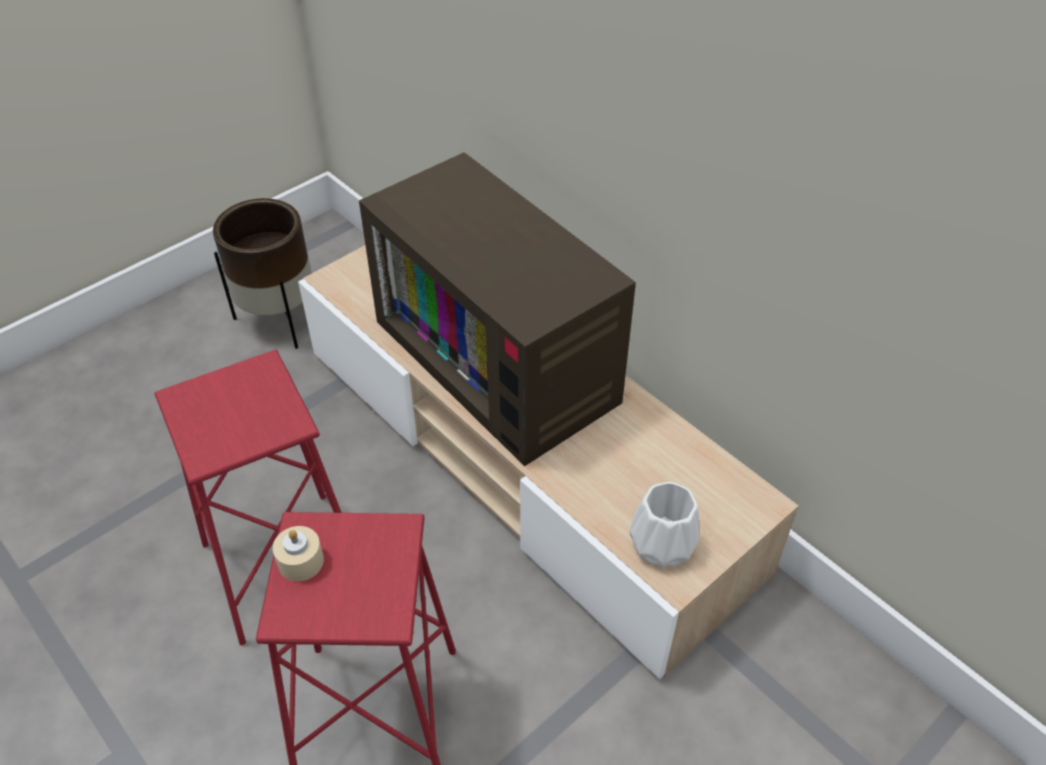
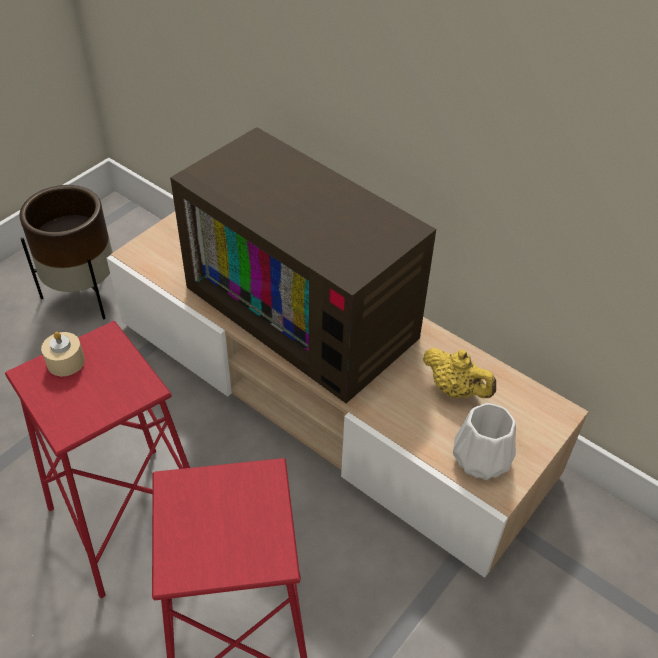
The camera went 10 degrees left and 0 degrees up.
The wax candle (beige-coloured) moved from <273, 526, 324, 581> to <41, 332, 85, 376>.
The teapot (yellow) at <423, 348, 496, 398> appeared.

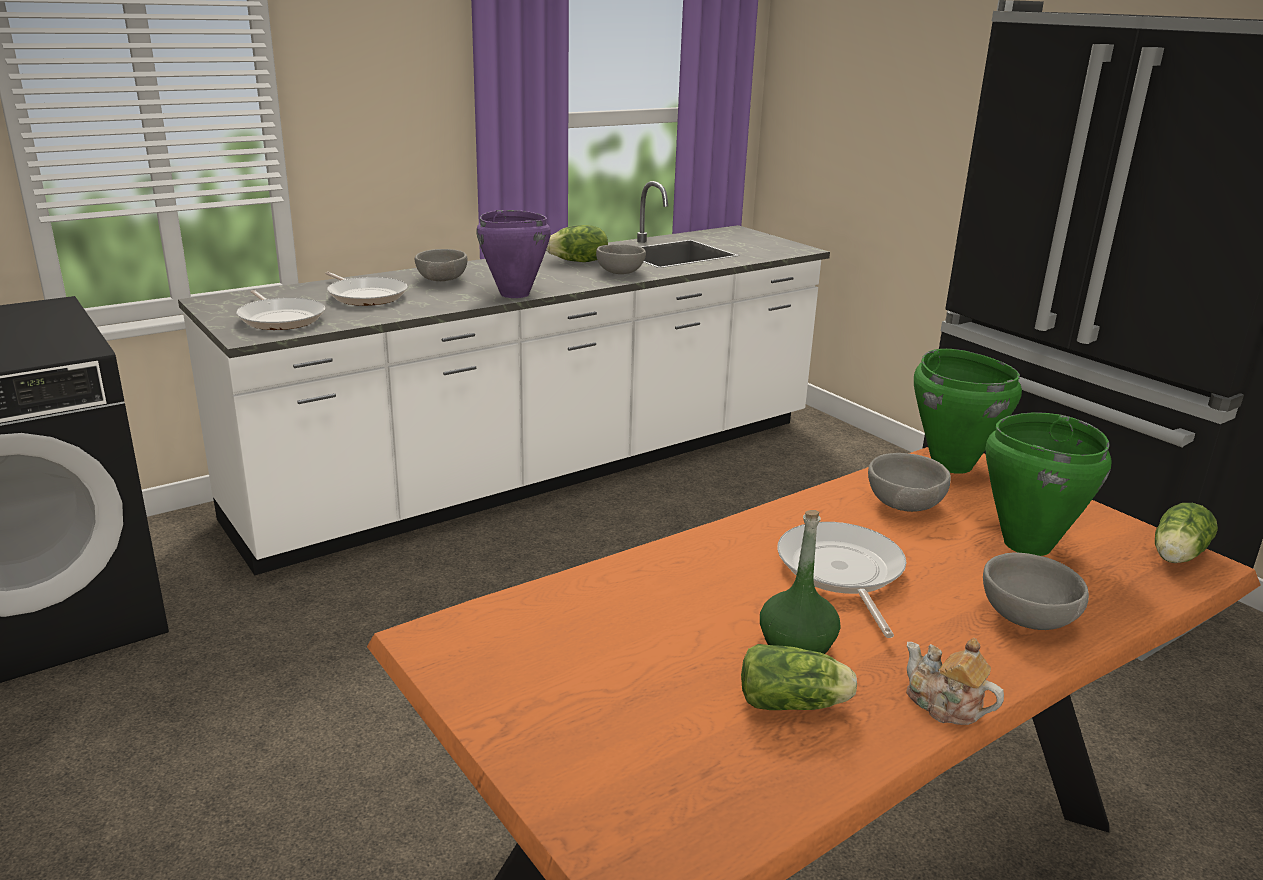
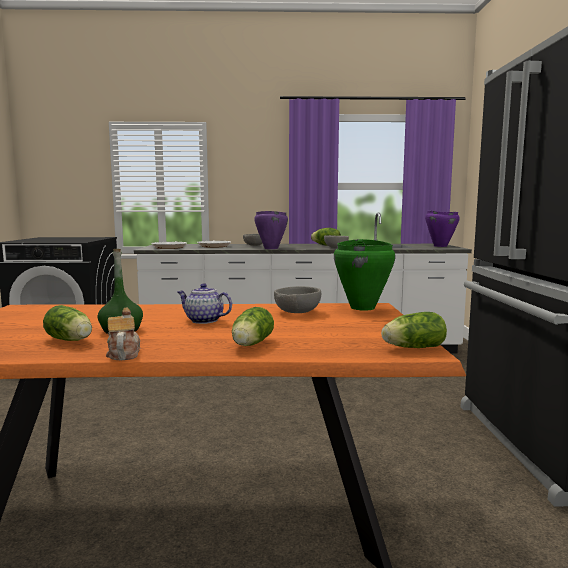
The camera went 35 degrees right and 15 degrees down.
The pan at <777, 522, 906, 638> was replaced by the teapot at <177, 283, 232, 324>.
The serving bowl (grey) at <983, 553, 1089, 630> was replaced by the lettuce head at <232, 307, 274, 346>.
The saucepot (purplish) at <425, 211, 460, 247> appeared.
The saucepot (green) at <985, 412, 1112, 556> disappeared.

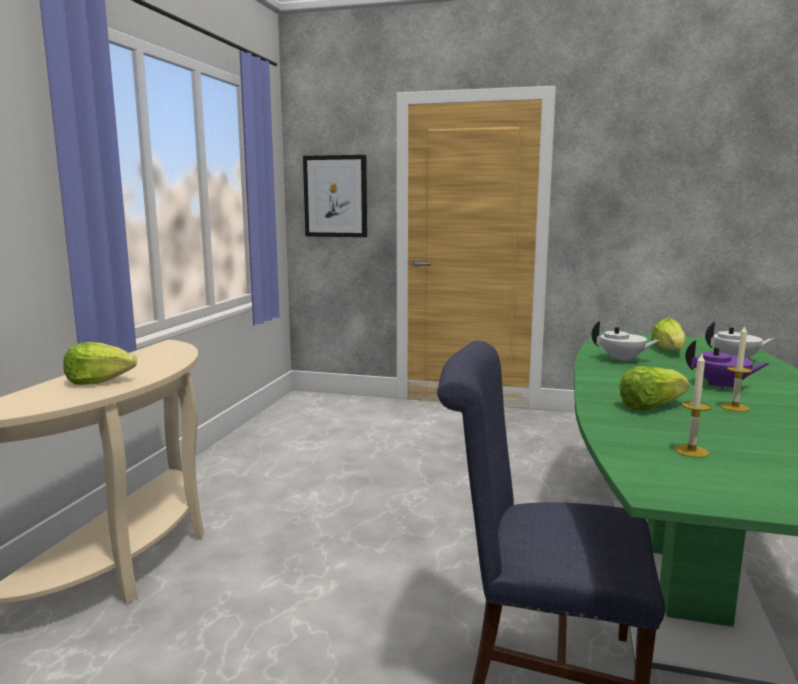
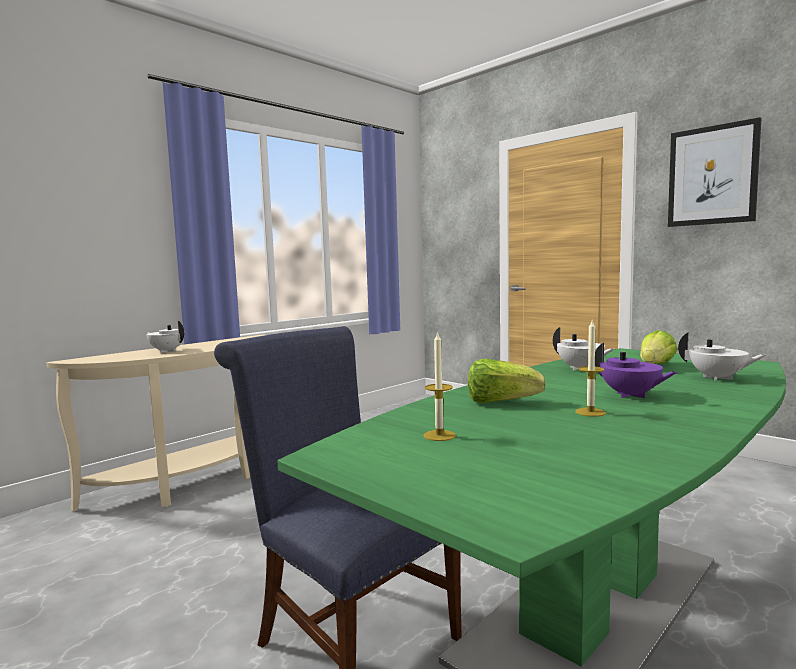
The camera went 30 degrees right and 5 degrees down.
The lettuce head at <63, 342, 137, 385> was replaced by the teapot (white) at <146, 321, 185, 353>.
The wall art moved from <303, 155, 367, 237> to <668, 117, 761, 227>.

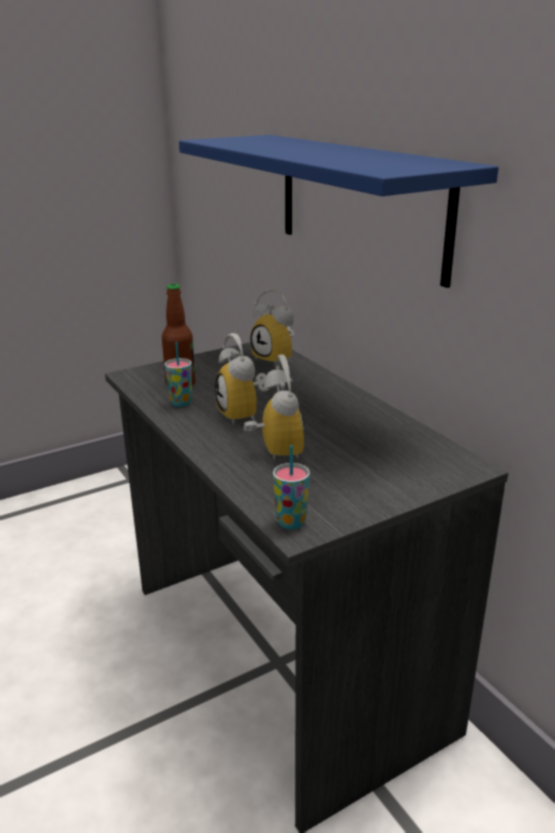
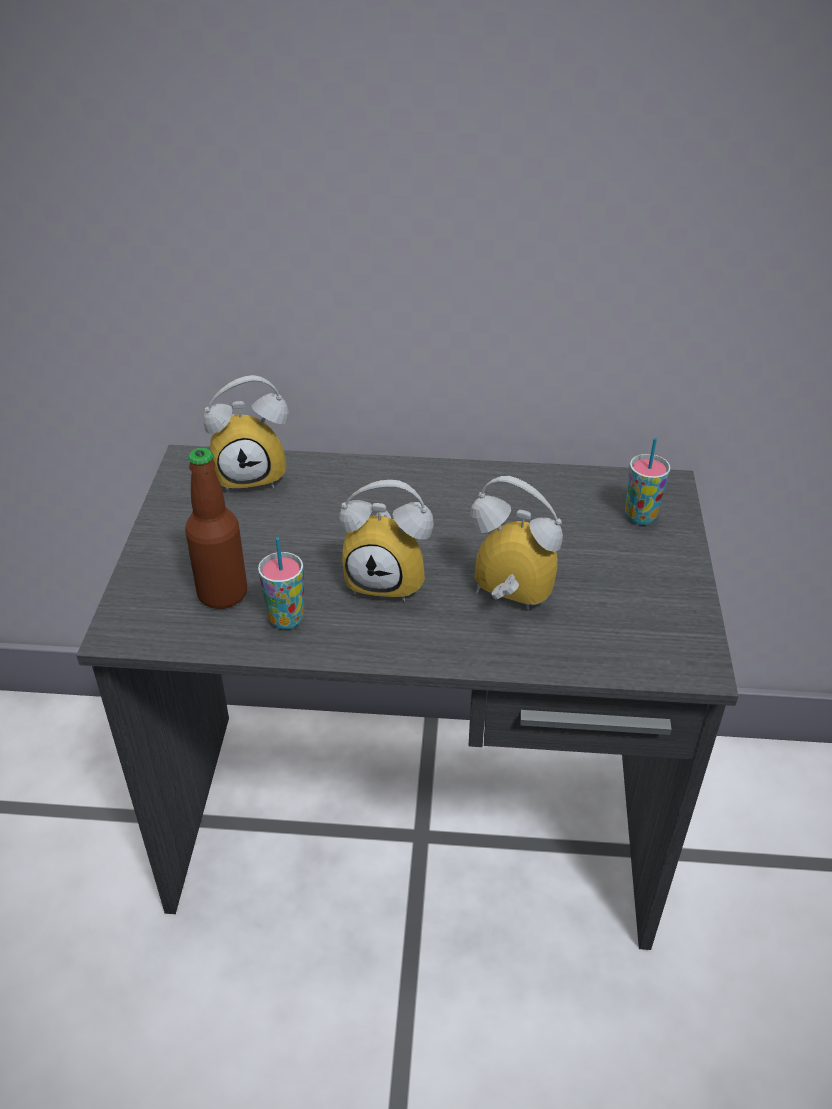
The camera went 55 degrees left and 15 degrees up.
The drinking cup moved from <273, 445, 310, 529> to <625, 438, 671, 525>.
The bracket shelf (bluish) at <179, 135, 499, 288> disappeared.

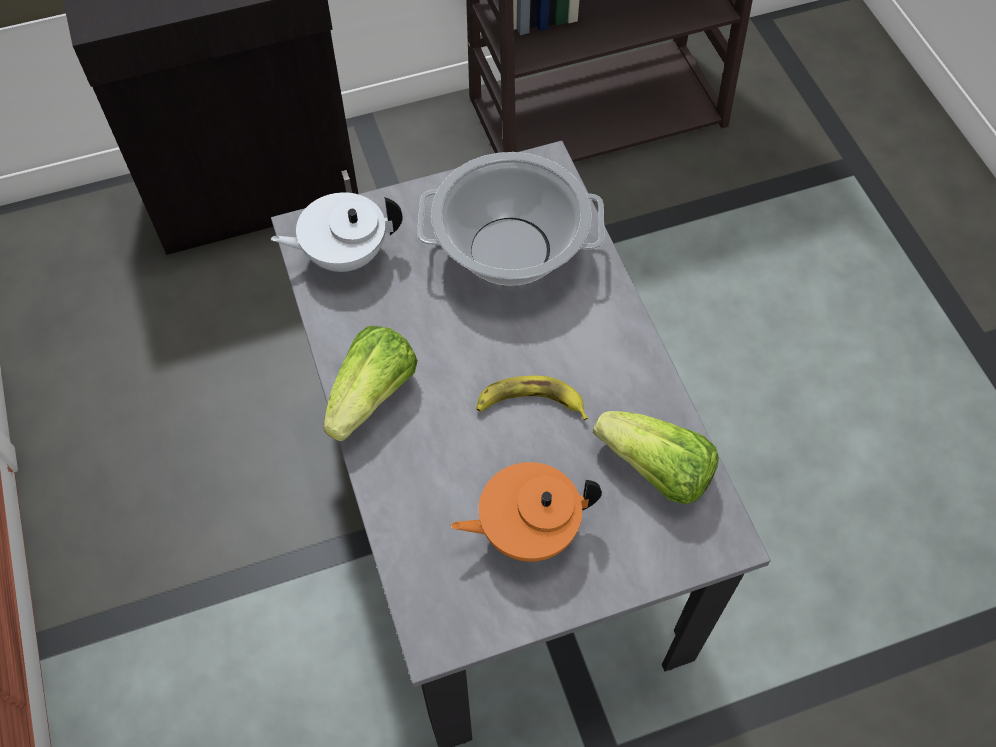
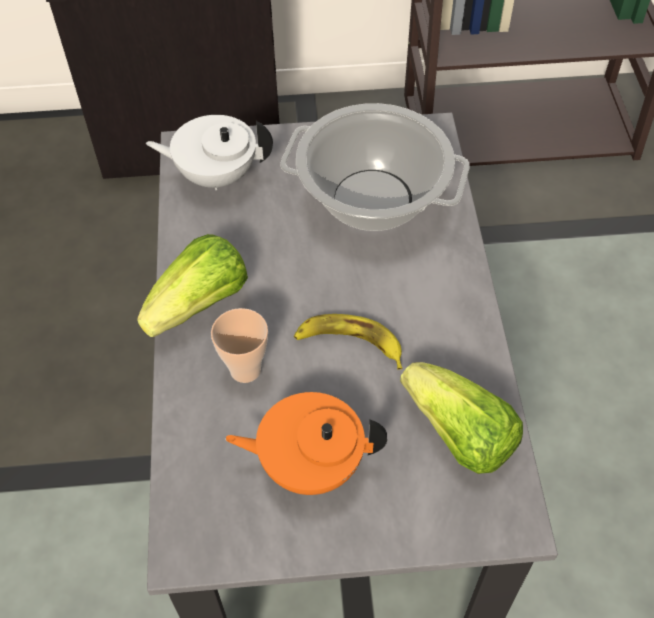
The camera went 15 degrees right and 5 degrees down.
The drinking cup at <211, 308, 268, 383> appeared.

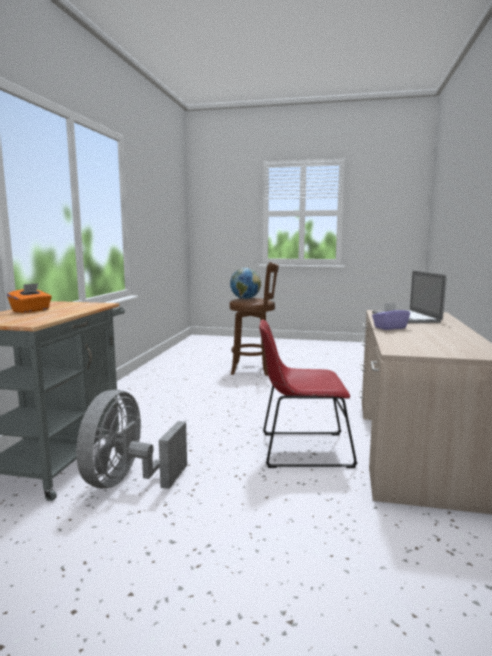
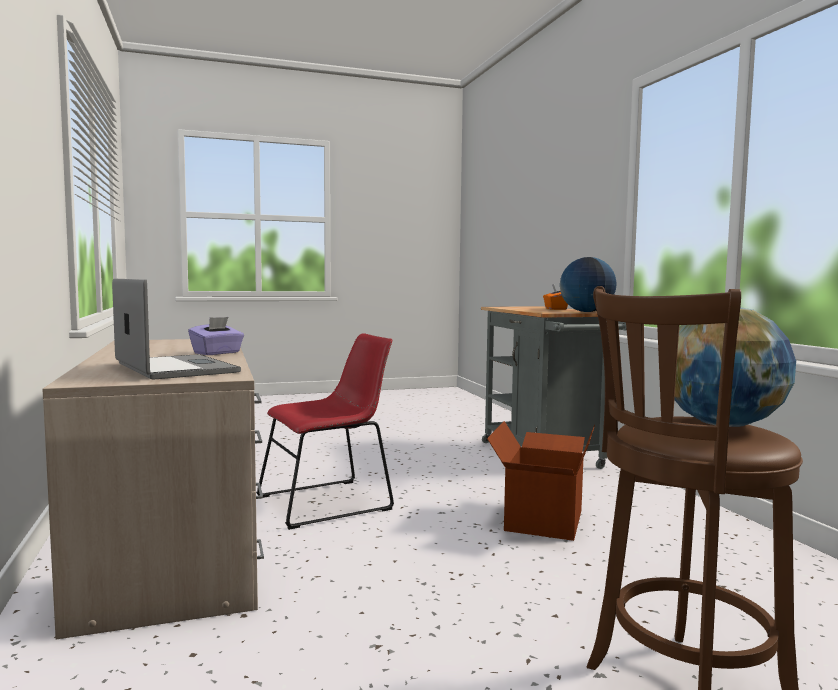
The camera went 150 degrees right and 5 degrees down.
The carton at <487, 421, 595, 541> appeared.
The world globe at <560, 257, 616, 312> appeared.
The electric fan (grey) at <76, 389, 187, 489> disappeared.

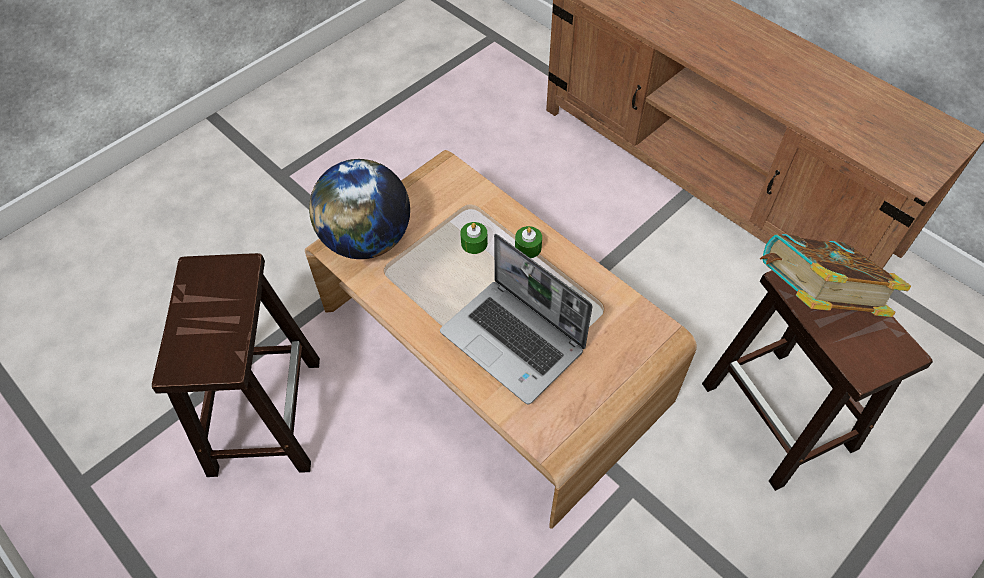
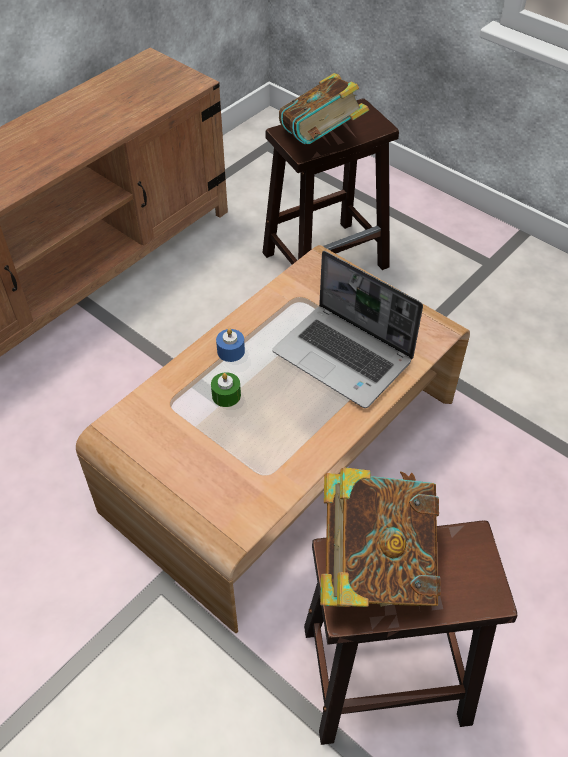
The camera went 95 degrees left and 5 degrees down.
The wax candle (green) at <515, 226, 542, 258> became the wax candle (bluish) at <216, 328, 245, 362>.
The notebook computer at <440, 234, 593, 404> turned 90 degrees clockwise.
The bound book at <320, 467, 441, 607> appeared.
The world globe at <309, 159, 410, 259> disappeared.

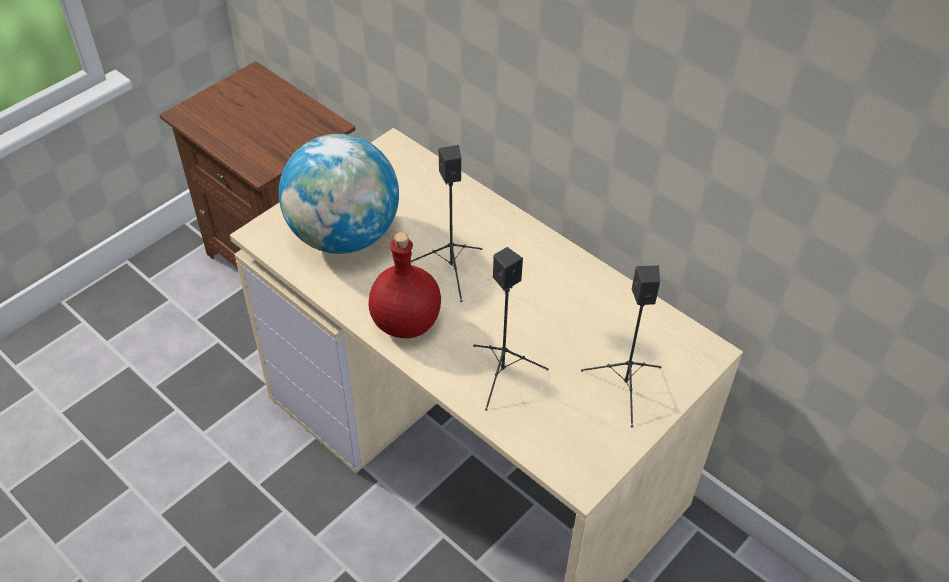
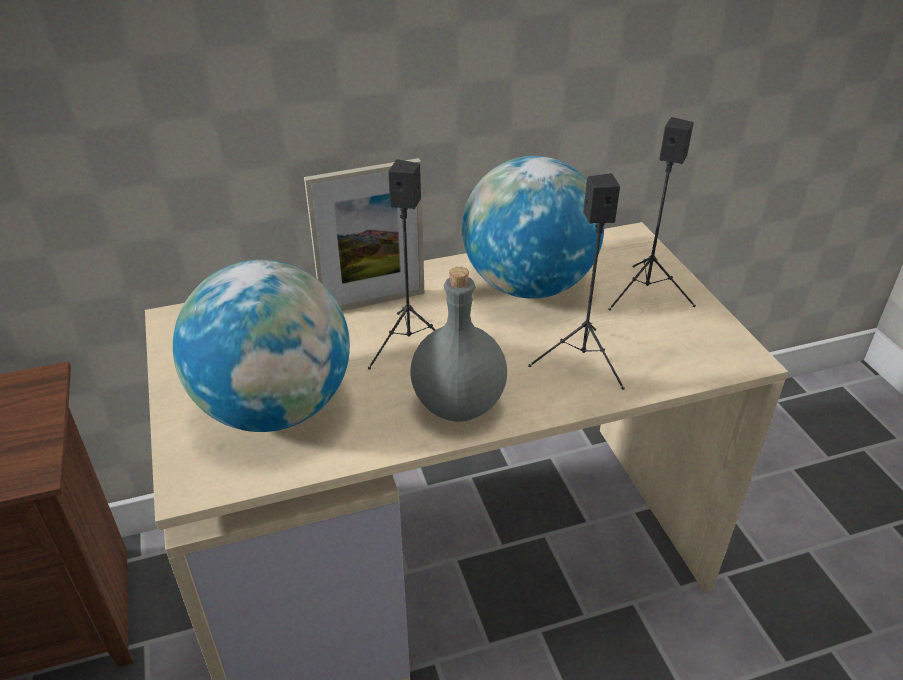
The camera went 60 degrees left and 10 degrees down.
The photo frame at <304, 158, 424, 311> appeared.
The beverage bottle (reddish) at <369, 232, 441, 338> became the beverage bottle (grey) at <411, 267, 507, 422>.
The world globe at <462, 156, 604, 299> appeared.

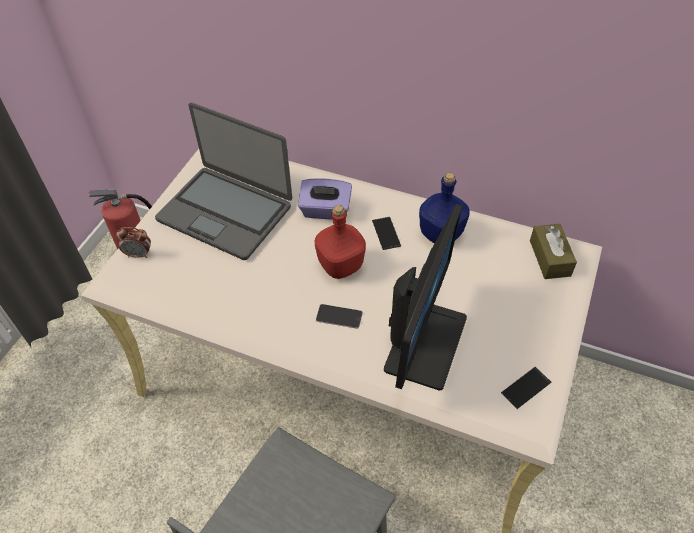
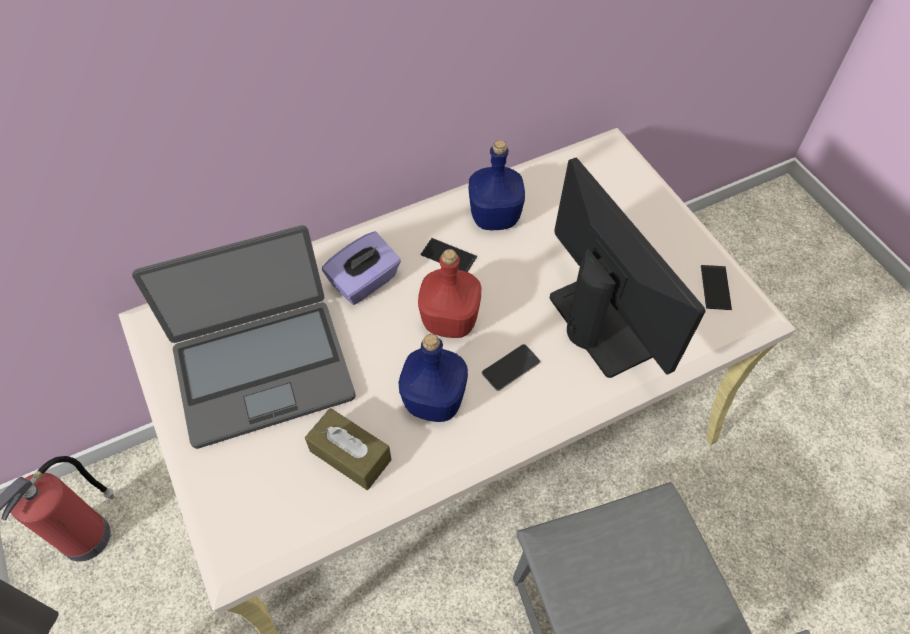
The camera went 50 degrees left and 5 degrees up.
The box of tissues (brown) moved from <530, 224, 577, 279> to <305, 408, 391, 490>.
The beverage bottle (bluish) at <399, 334, 468, 422> appeared.
The alarm clock at <116, 227, 151, 258> disappeared.

